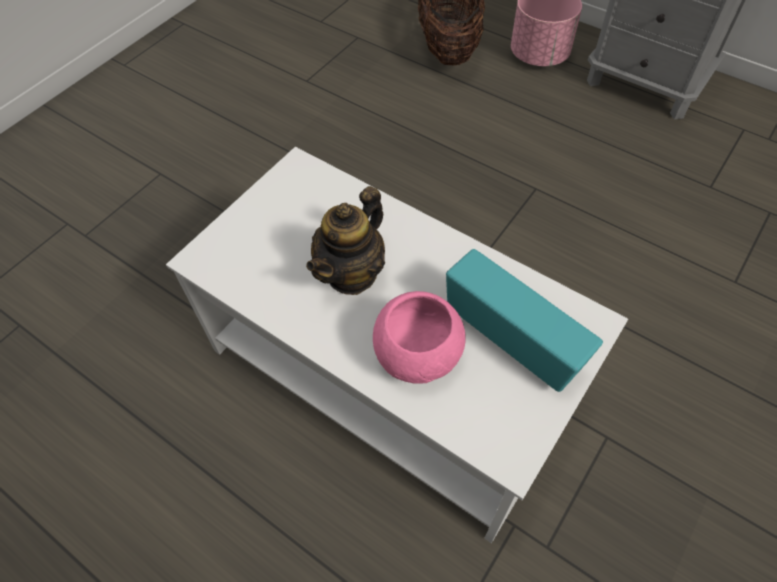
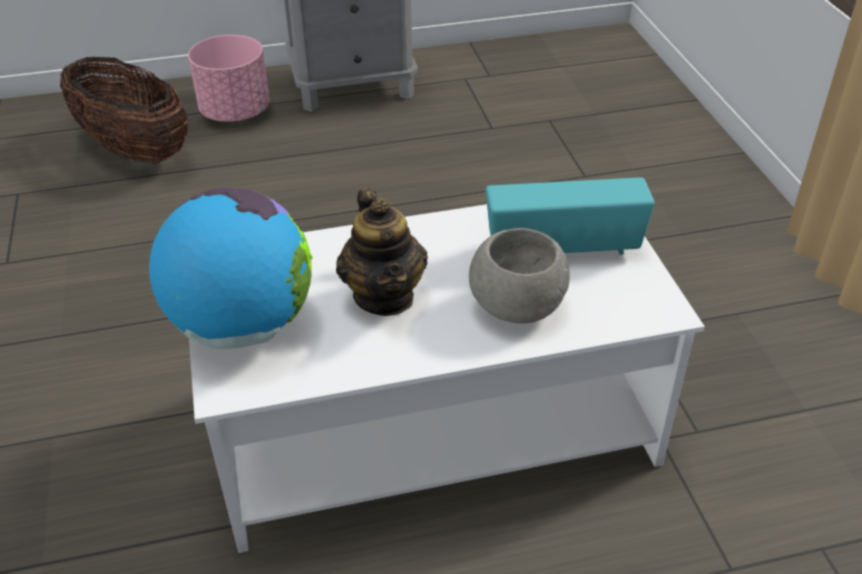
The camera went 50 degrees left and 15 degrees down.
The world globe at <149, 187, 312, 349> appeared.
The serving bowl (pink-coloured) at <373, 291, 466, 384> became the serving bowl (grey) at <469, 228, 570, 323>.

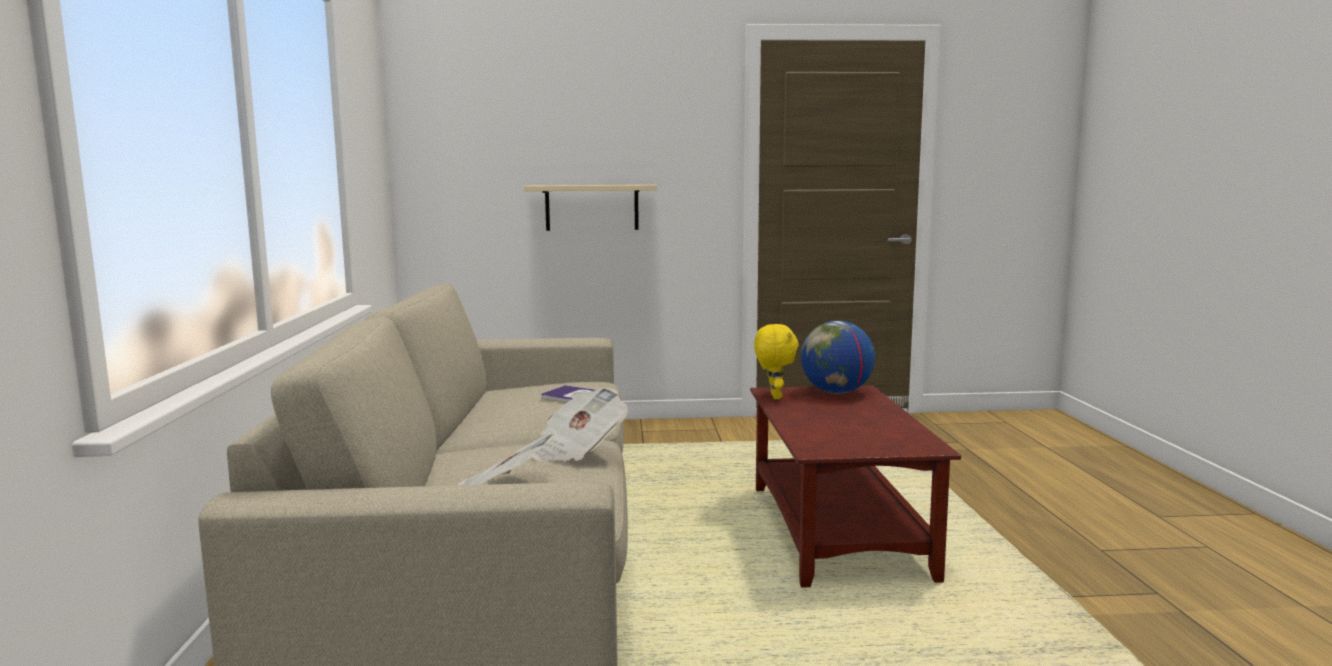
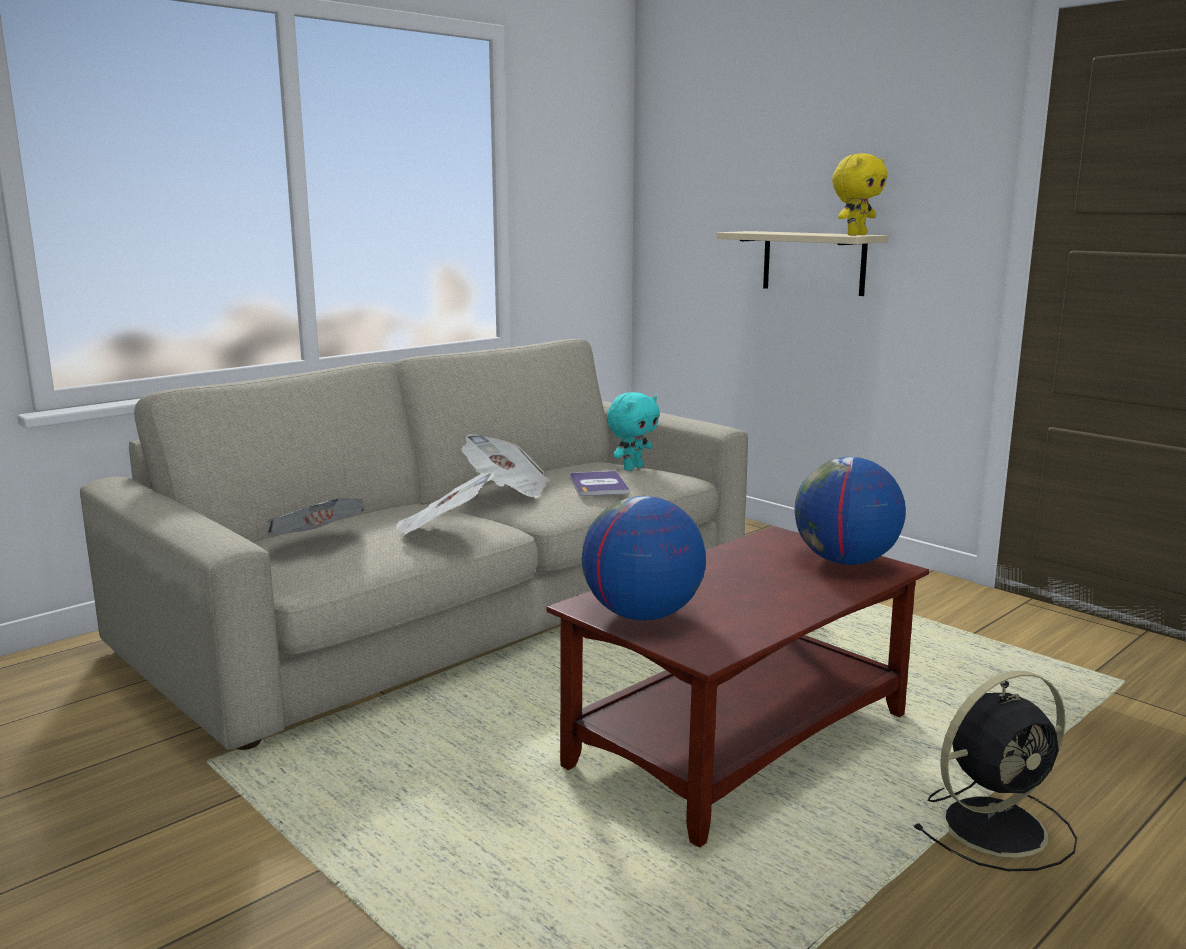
The camera went 50 degrees right and 5 degrees up.
The daily paper at <461, 434, 550, 498> appeared.
The world globe at <582, 496, 706, 621> appeared.
The plush toy (blue-green) at <607, 392, 660, 471> appeared.
The plush toy (yellow) moved from <754, 324, 799, 399> to <832, 153, 887, 236>.
The electric fan (blackish) at <913, 671, 1077, 871> appeared.

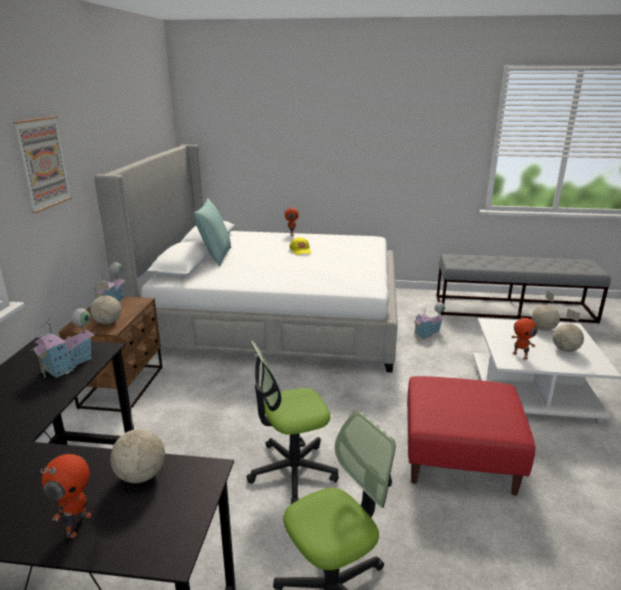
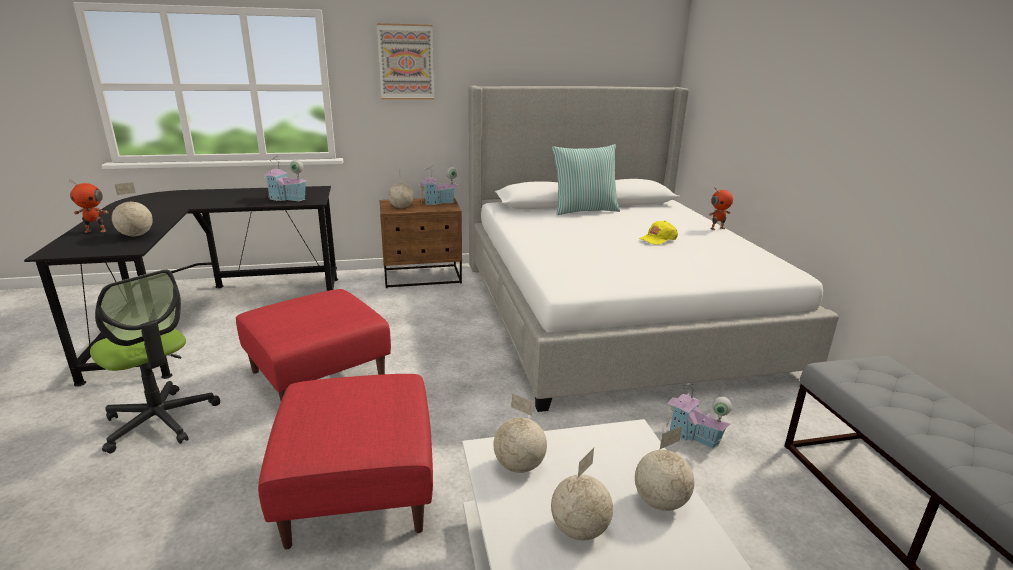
The camera went 70 degrees right and 0 degrees up.
The office chair at <246, 341, 339, 504> was replaced by the footrest (reddish) at <236, 289, 391, 400>.
The toy robot at <511, 312, 537, 360> was replaced by the world globe at <493, 393, 547, 473>.

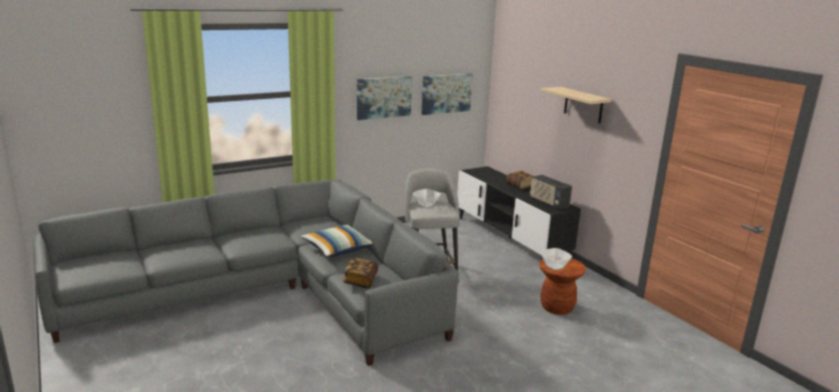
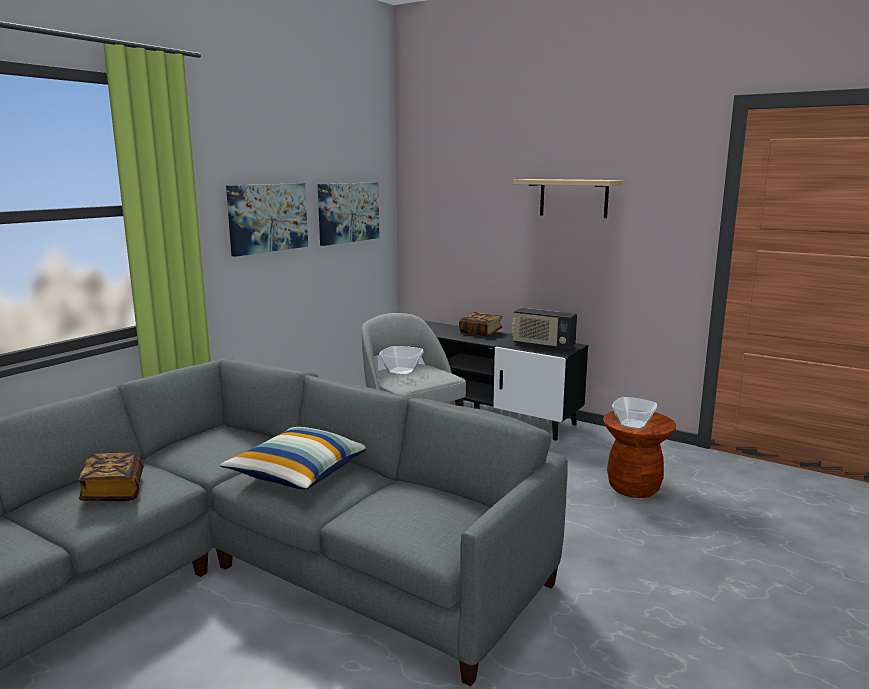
The camera went 25 degrees left and 5 degrees down.
The bound book moved from <343, 258, 378, 288> to <78, 452, 144, 501>.

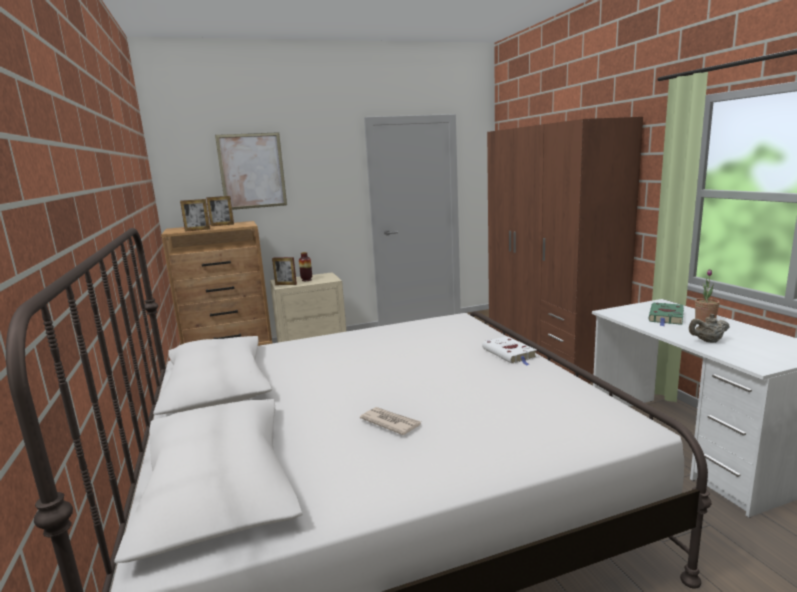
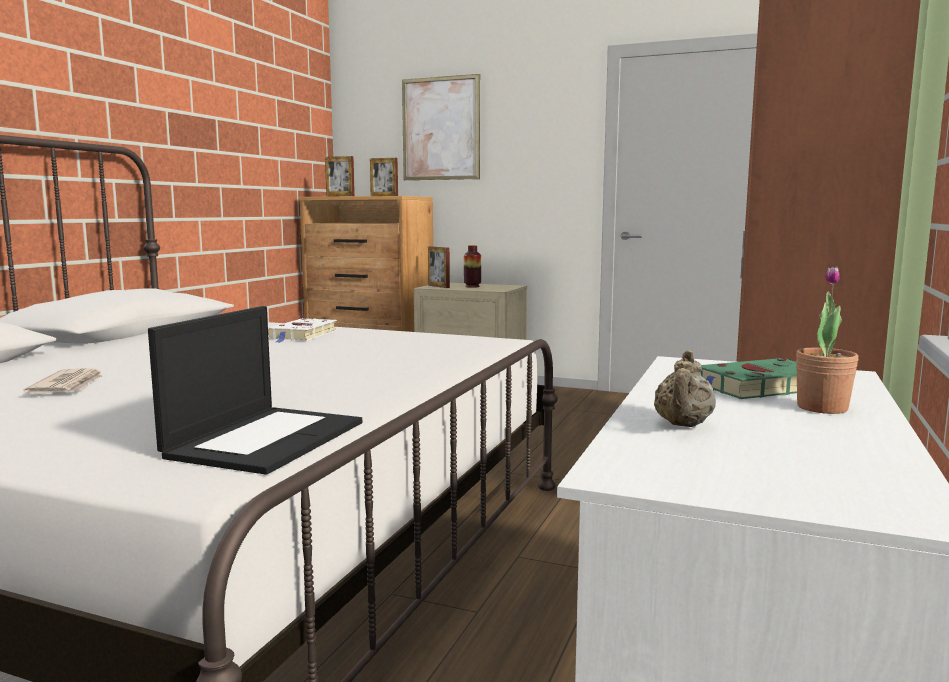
The camera went 40 degrees right and 5 degrees down.
The notebook computer at <148, 306, 362, 475> appeared.
The bound book (white) moved from <482, 336, 537, 365> to <268, 318, 337, 343>.
The teapot (beige-coloured) at <689, 314, 729, 343> turned 105 degrees counterclockwise.

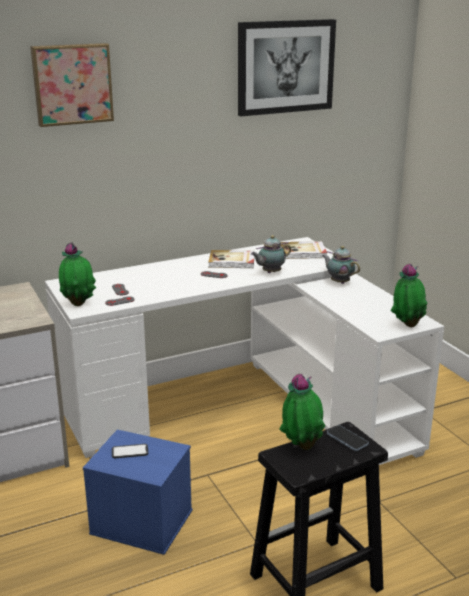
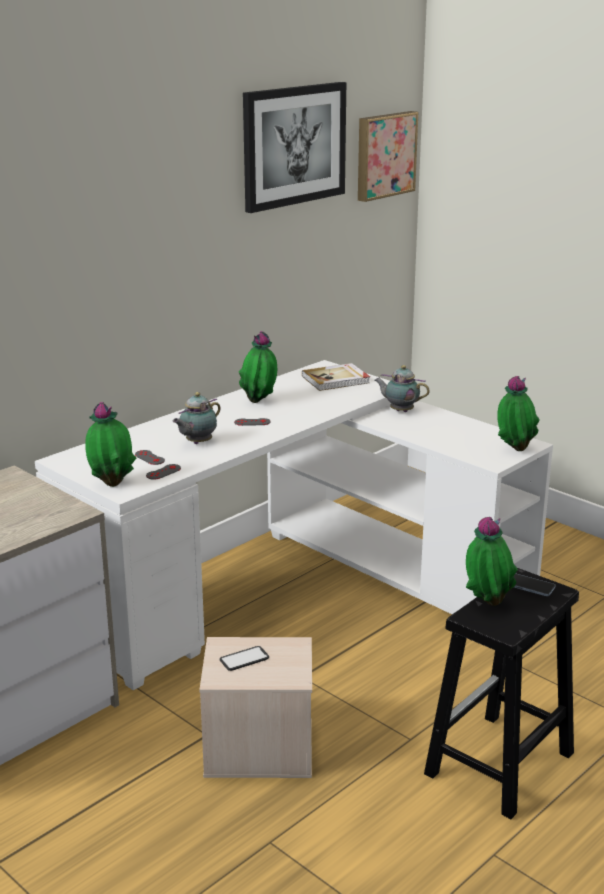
The camera went 20 degrees left and 0 degrees up.
The teapot moved from <251, 235, 291, 273> to <172, 392, 221, 444>.
The storage container (bluish) at <83, 430, 192, 555> became the storage container (beige-coloured) at <199, 637, 312, 778>.
The bound book at <208, 250, 255, 268> was replaced by the plant in a pot at <239, 331, 277, 403>.
The wall art moved from <30, 43, 114, 127> to <358, 111, 418, 202>.

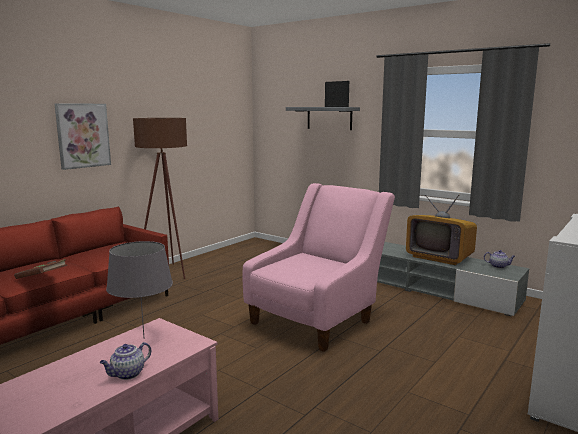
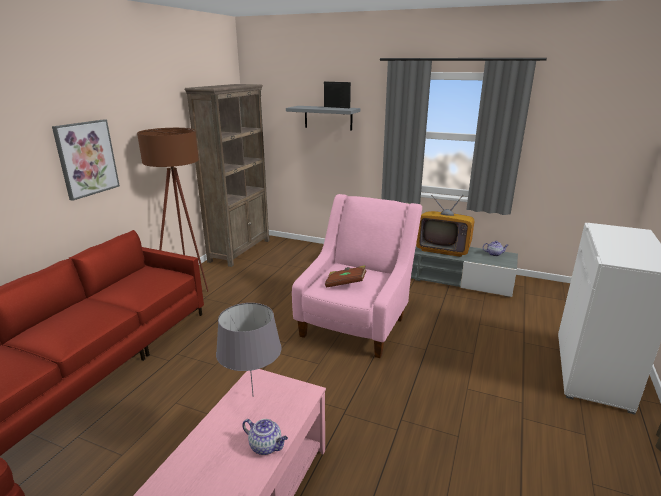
The camera went 15 degrees left and 10 degrees up.
The shelving unit (brown) at <185, 84, 270, 267> appeared.
The teapot at <100, 342, 151, 380> turned 90 degrees counterclockwise.
The bound book (brown) moved from <14, 259, 67, 279> to <325, 265, 366, 288>.

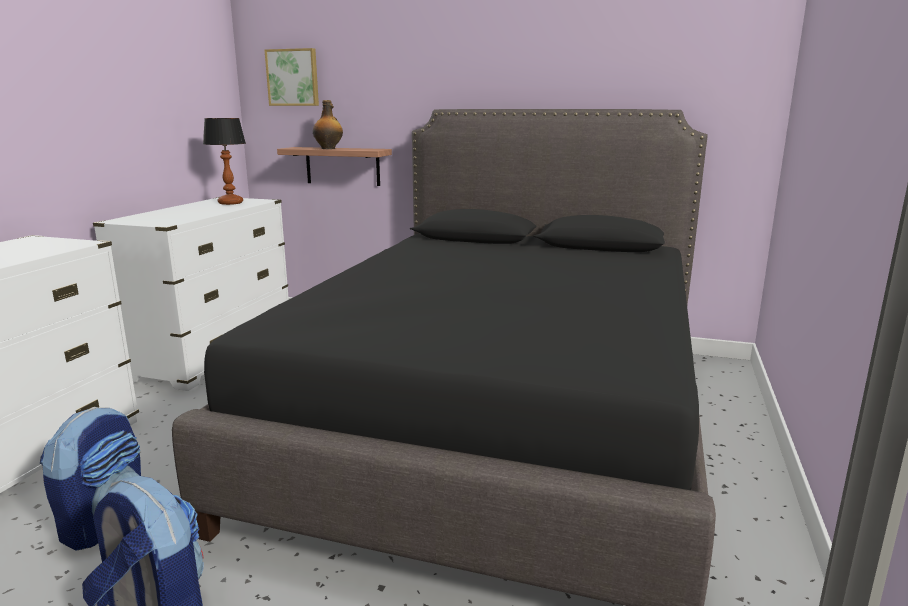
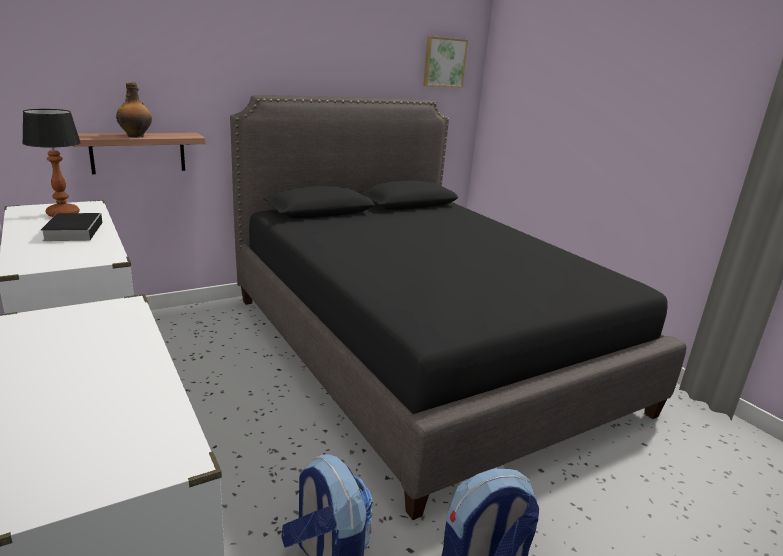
The camera went 50 degrees left and 5 degrees up.
The bound book at <41, 213, 102, 241> appeared.
The wall art moved from <265, 48, 319, 106> to <423, 36, 468, 88>.

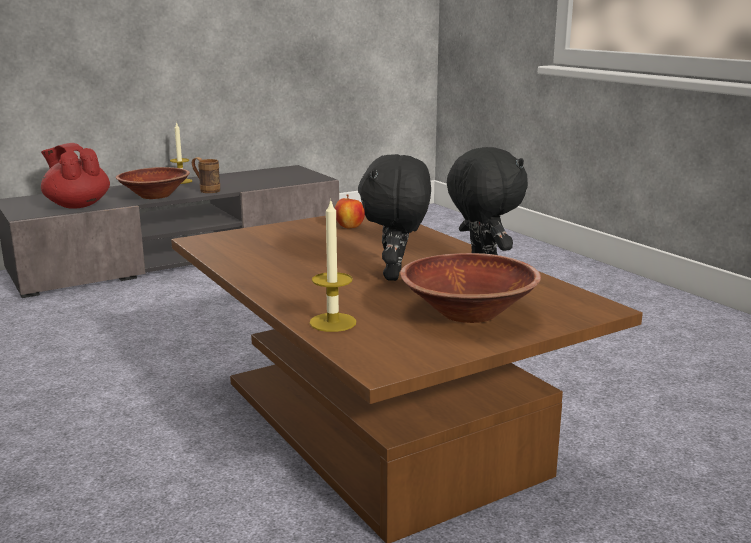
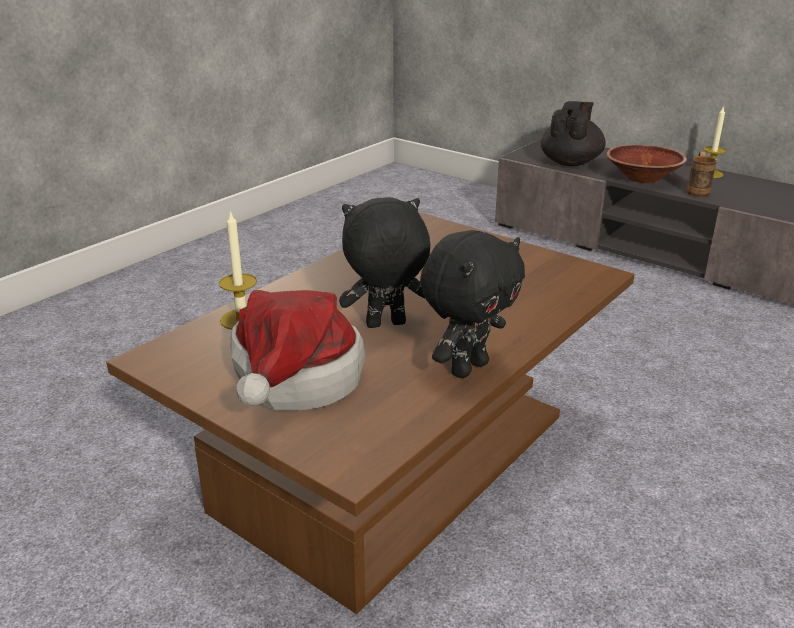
The camera went 70 degrees right and 10 degrees up.
The serving bowl (brown) at <400, 253, 541, 323> was replaced by the clothing hat at <230, 290, 365, 410>.
The teapot (reddish) at <41, 143, 110, 208> became the teapot (blackish) at <541, 101, 606, 166>.
The apple fruit at <335, 194, 365, 228> disappeared.

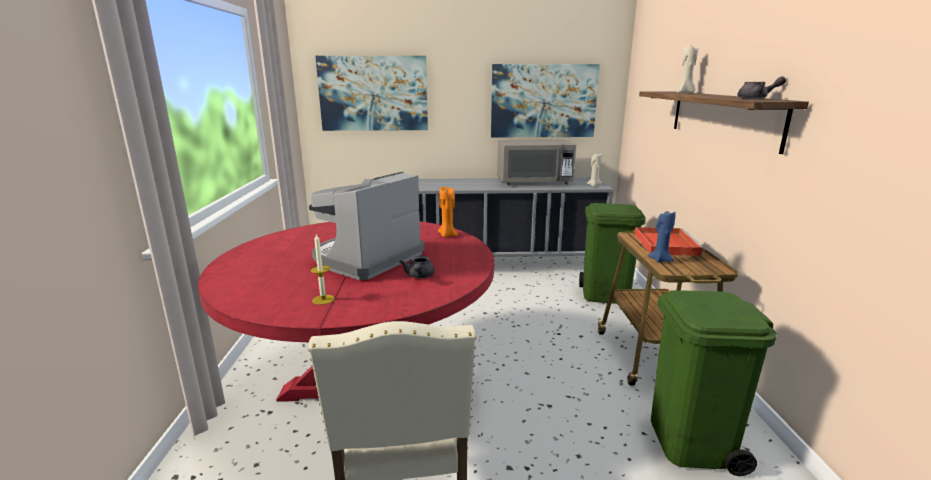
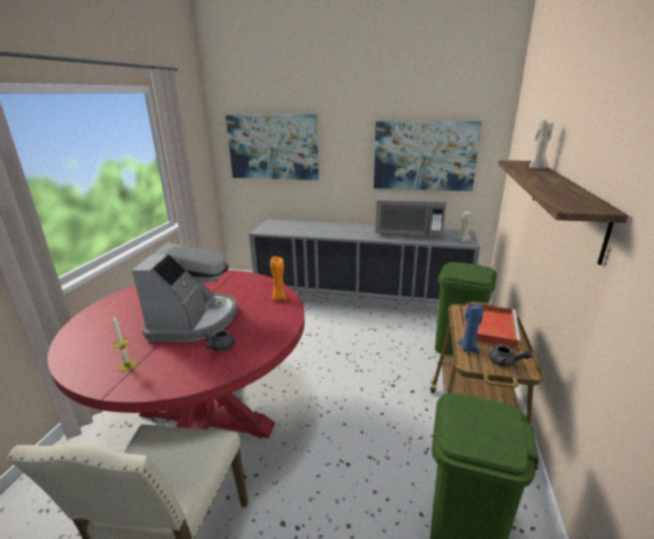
The camera went 15 degrees right and 5 degrees up.
The coffee brewer at <309, 172, 424, 280> turned 135 degrees clockwise.
The teapot (grey) moved from <737, 76, 786, 99> to <489, 344, 533, 367>.

